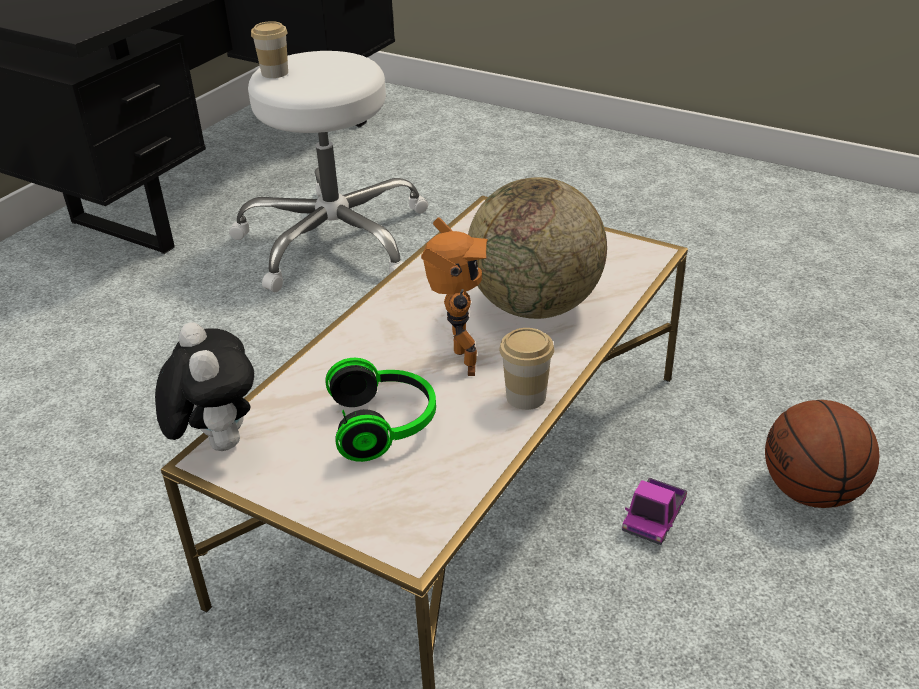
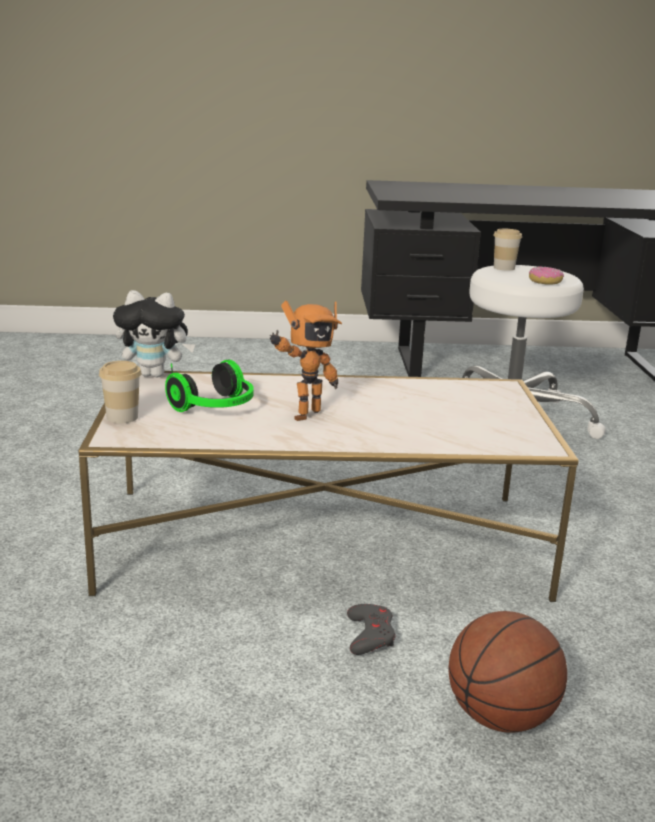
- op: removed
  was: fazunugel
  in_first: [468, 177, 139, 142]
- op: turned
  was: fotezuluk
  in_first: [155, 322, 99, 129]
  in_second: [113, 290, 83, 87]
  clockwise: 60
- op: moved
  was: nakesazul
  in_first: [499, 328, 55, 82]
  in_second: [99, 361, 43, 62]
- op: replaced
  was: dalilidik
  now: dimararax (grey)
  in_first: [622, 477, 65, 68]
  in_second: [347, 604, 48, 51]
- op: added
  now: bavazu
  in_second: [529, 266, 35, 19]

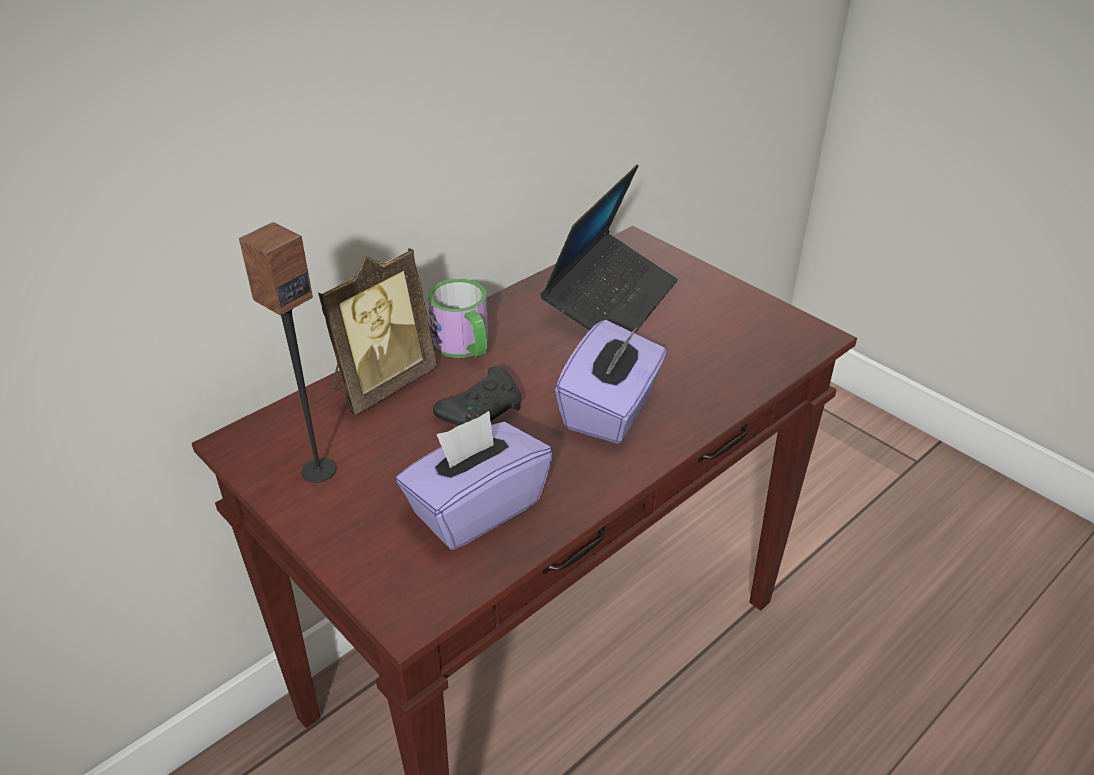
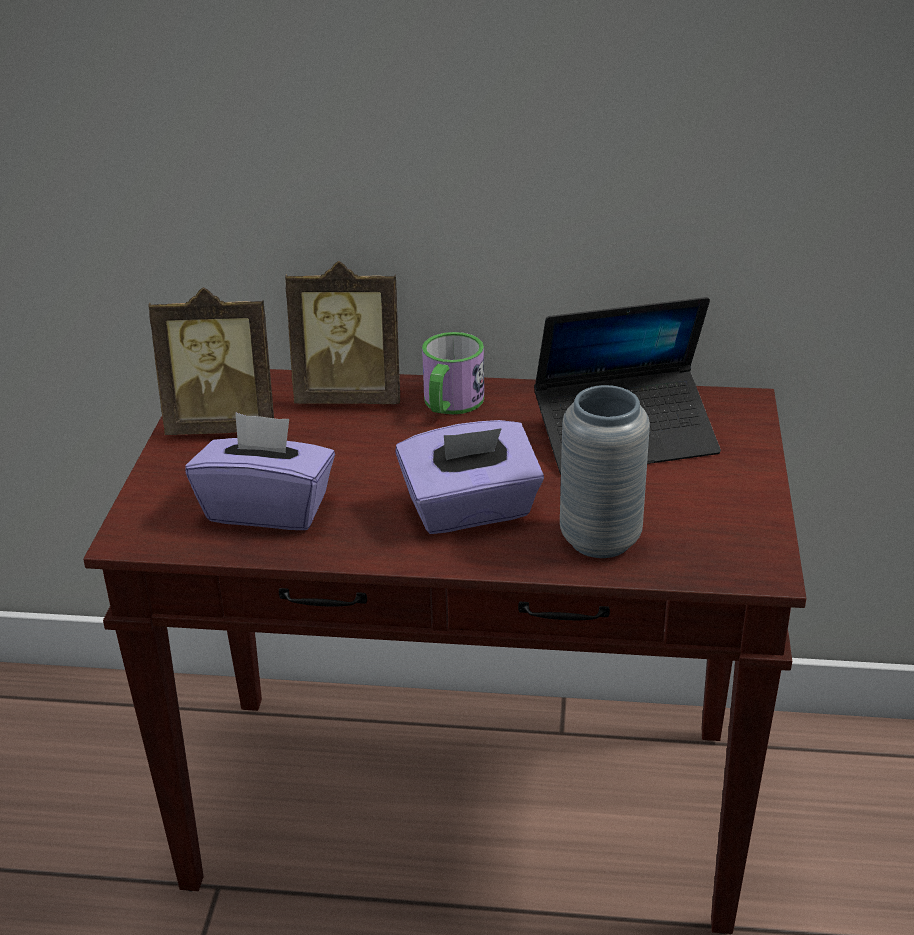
- op: replaced
  was: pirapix
  now: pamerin
  in_first: [239, 222, 98, 261]
  in_second: [148, 287, 126, 148]
- op: removed
  was: dimararax (black)
  in_first: [433, 366, 89, 60]
- op: added
  now: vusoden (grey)
  in_second: [560, 385, 90, 173]

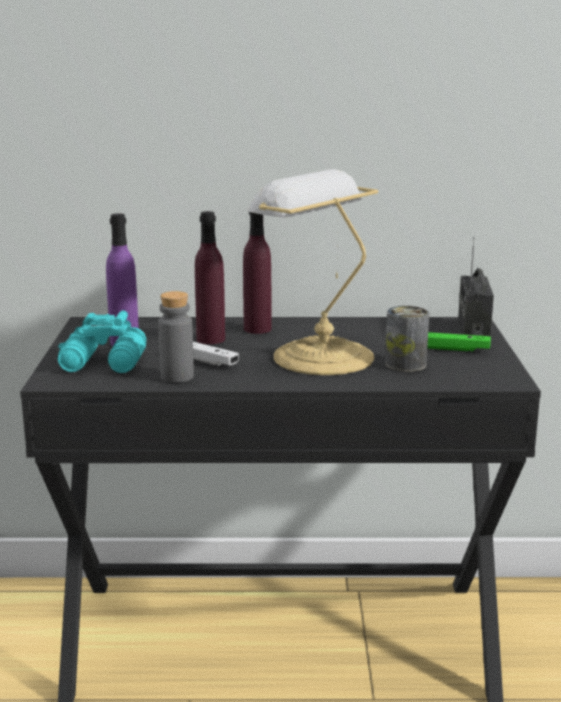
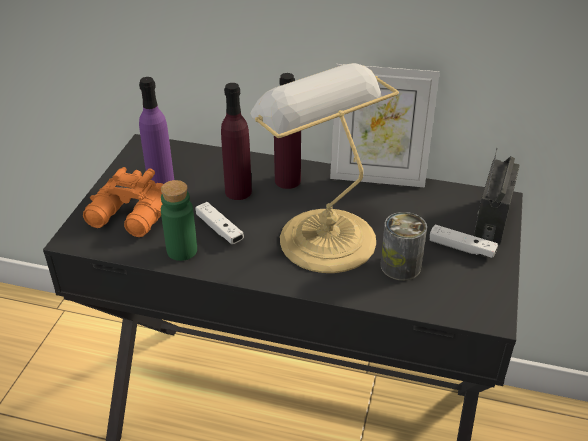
- op: recoloured
  was: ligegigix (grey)
  now: ligegigix (green)
  in_first: [158, 291, 36, 92]
  in_second: [161, 180, 36, 81]
- op: recoloured
  was: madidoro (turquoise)
  now: madidoro (orange)
  in_first: [58, 310, 88, 63]
  in_second: [83, 167, 80, 70]
- op: recoloured
  was: dimararax (green)
  now: dimararax (white)
  in_first: [427, 332, 64, 20]
  in_second: [429, 225, 69, 33]
- op: added
  now: pamerin
  in_second: [330, 64, 110, 124]

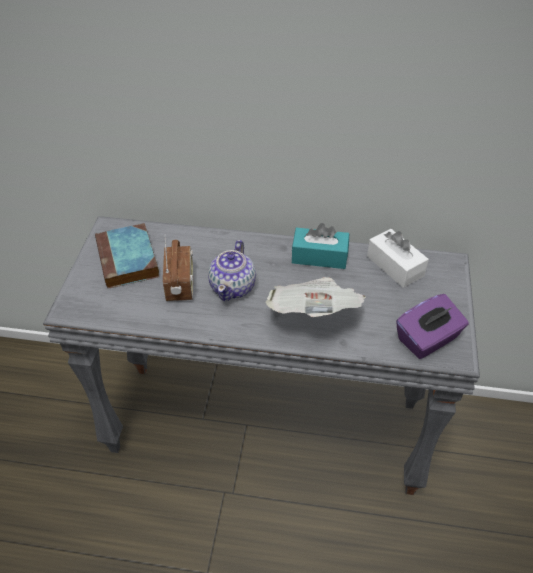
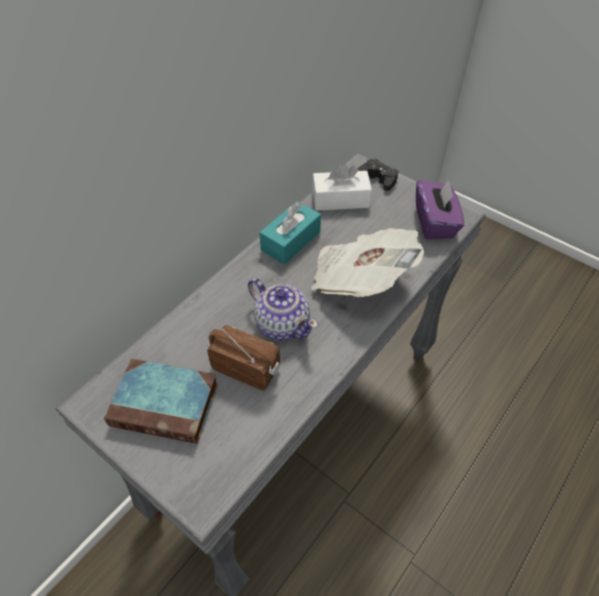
- op: added
  now: dimararax (black)
  in_second: [357, 158, 41, 33]

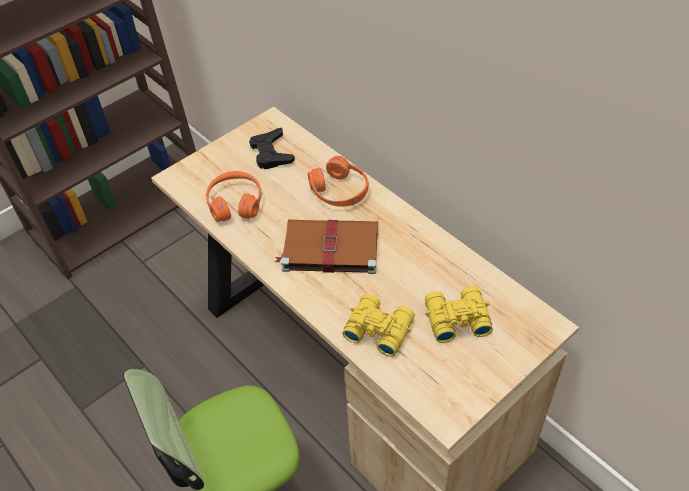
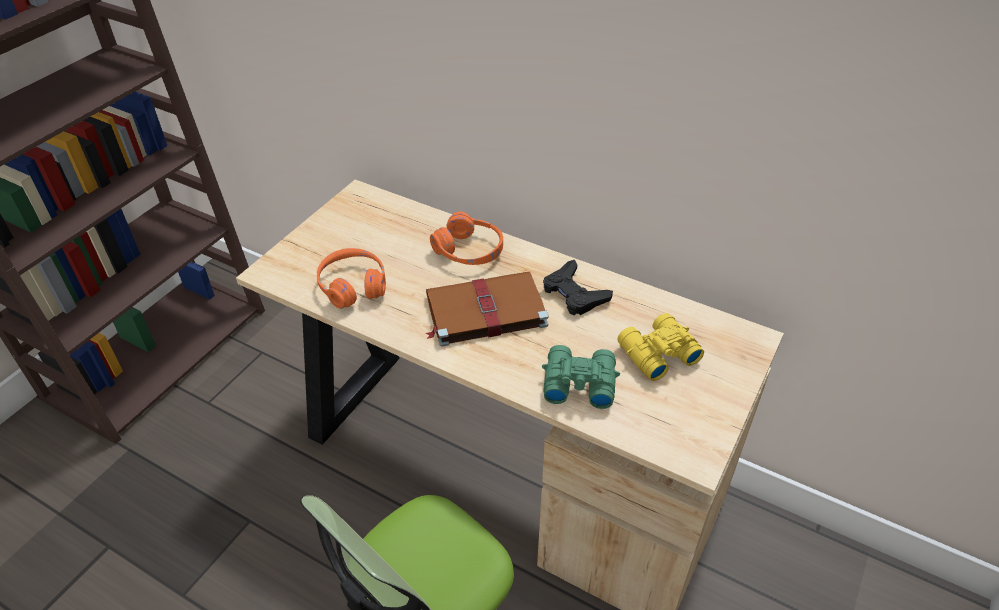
- op: moved
  was: dimararax (black)
  in_first: [249, 128, 46, 41]
  in_second: [543, 260, 70, 55]
- op: recoloured
  was: madidoro (yellow)
  now: madidoro (green)
  in_first: [342, 294, 73, 63]
  in_second: [542, 345, 78, 64]

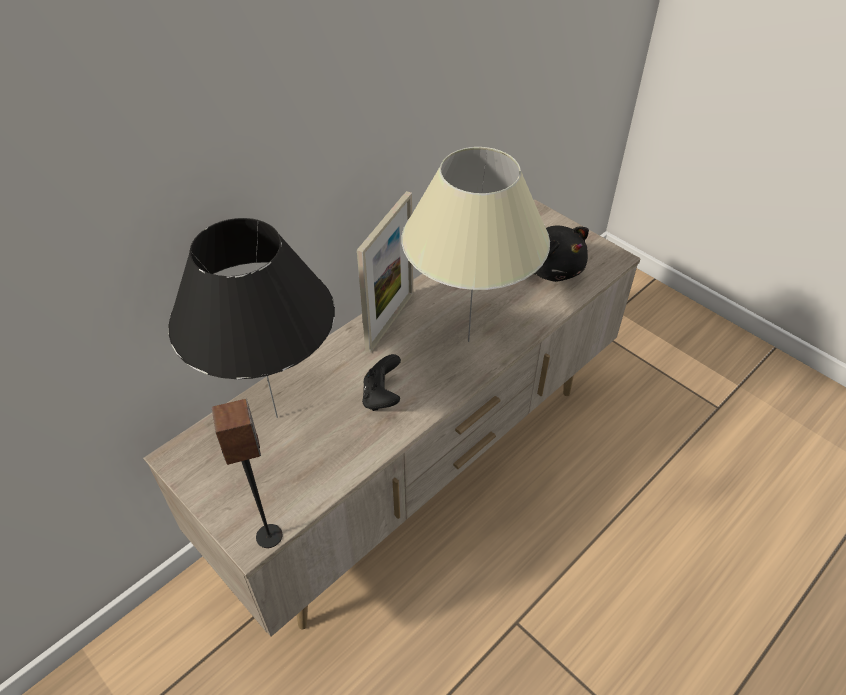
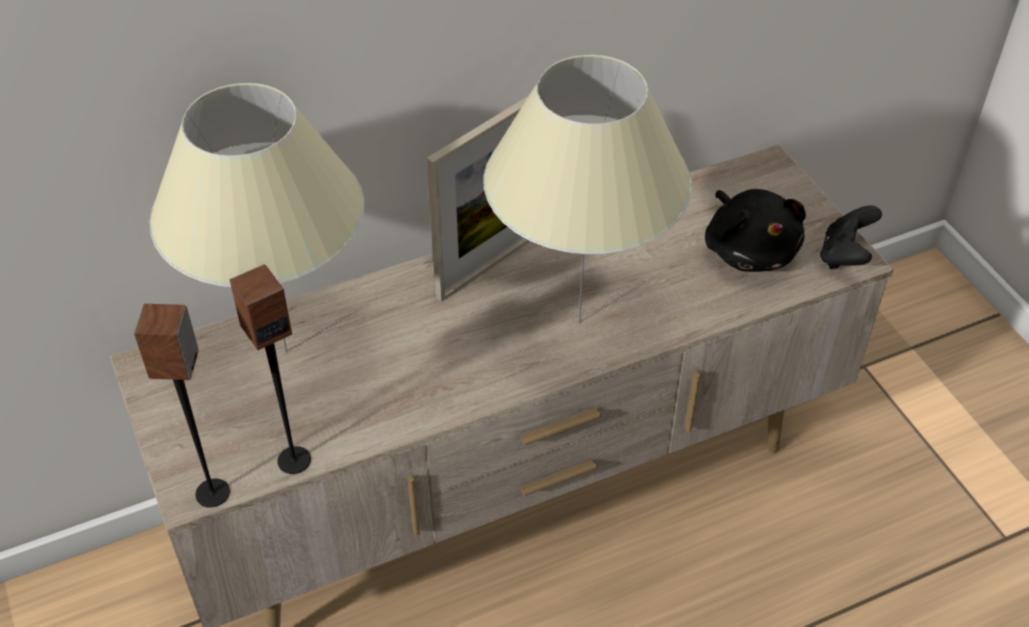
- op: recoloured
  was: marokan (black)
  now: marokan (beige)
  in_first: [168, 218, 167, 200]
  in_second: [149, 83, 215, 270]
- op: moved
  was: dimararax (black)
  in_first: [362, 354, 39, 57]
  in_second: [820, 205, 62, 64]
- op: added
  now: pirapix
  in_second: [229, 264, 82, 210]

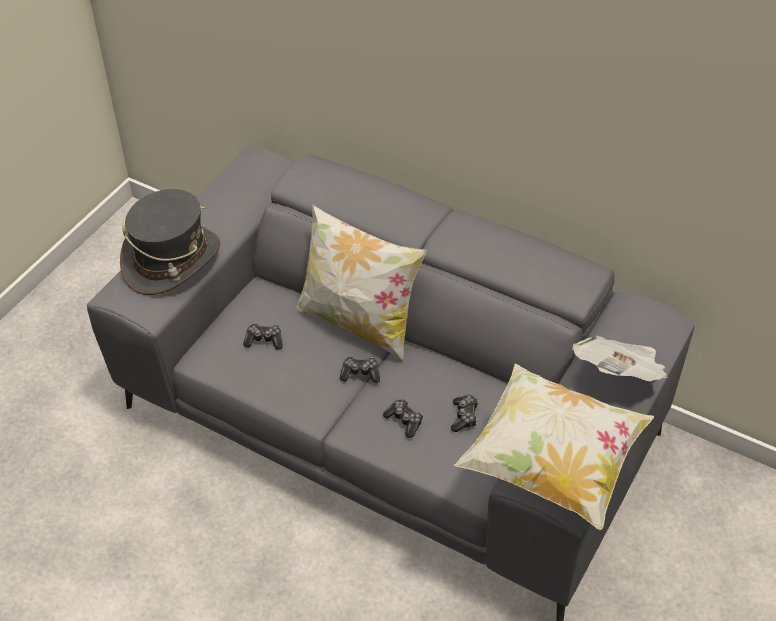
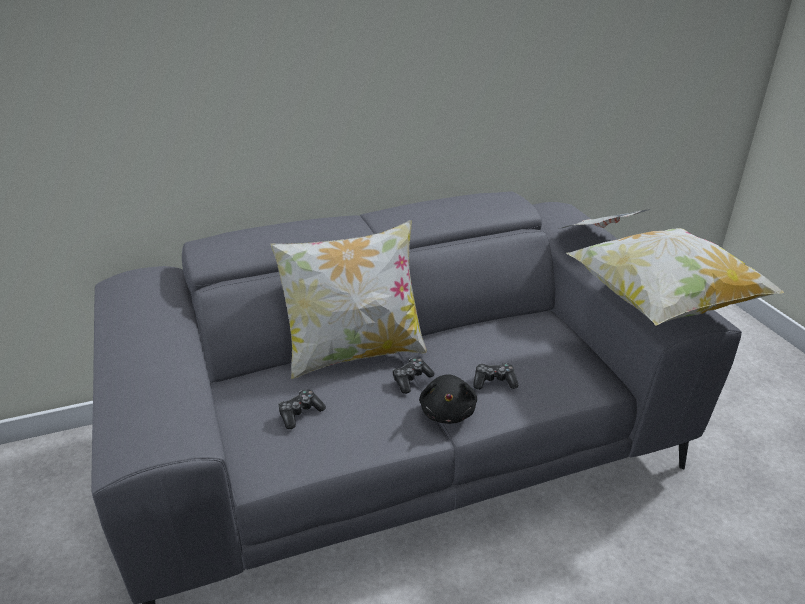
- op: removed
  was: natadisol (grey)
  in_first: [120, 189, 100, 106]
- op: removed
  was: dimararax
  in_first: [451, 395, 28, 37]
- op: added
  now: fotezuluk (black)
  in_second: [419, 374, 58, 50]

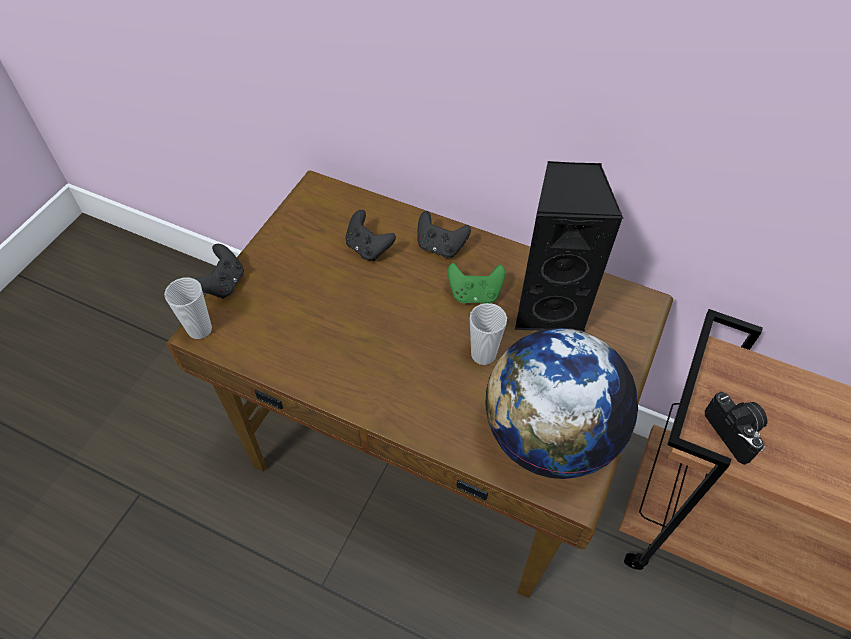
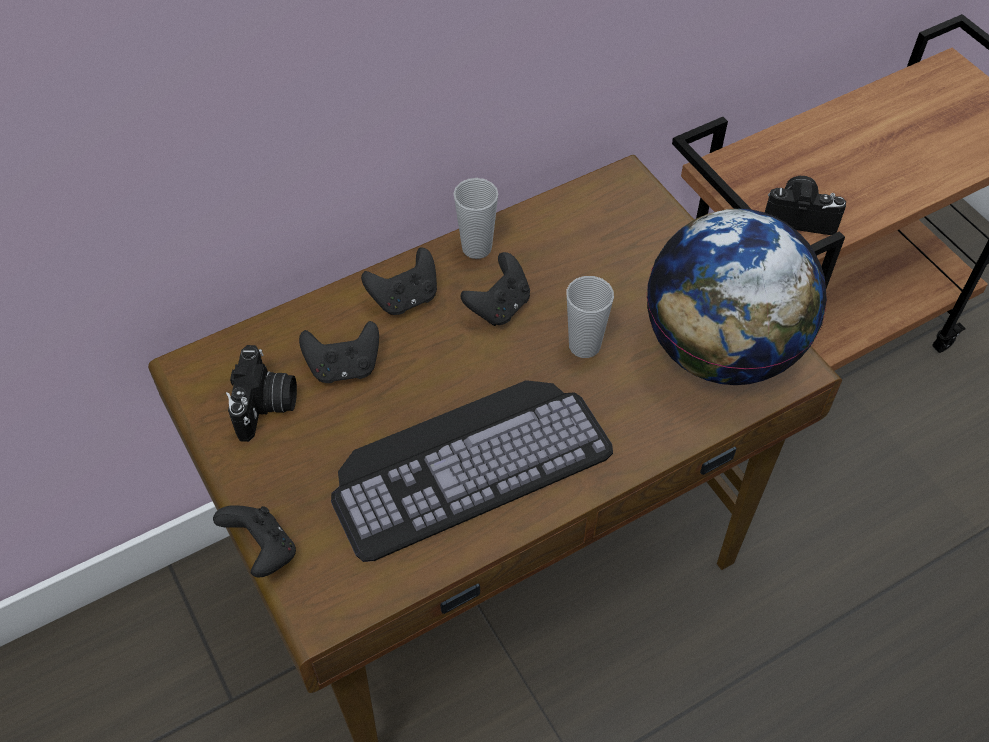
- op: removed
  was: pirapix (black)
  in_first: [515, 161, 109, 171]
- op: recoloured
  was: dimararax (green)
  now: dimararax (black)
  in_first: [448, 263, 57, 41]
  in_second: [461, 252, 69, 74]
- op: moved
  was: nakesazul
  in_first: [164, 278, 48, 61]
  in_second: [453, 178, 45, 81]
- op: added
  now: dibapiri
  in_second: [226, 345, 71, 97]
- op: added
  now: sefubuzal
  in_second: [331, 380, 282, 182]

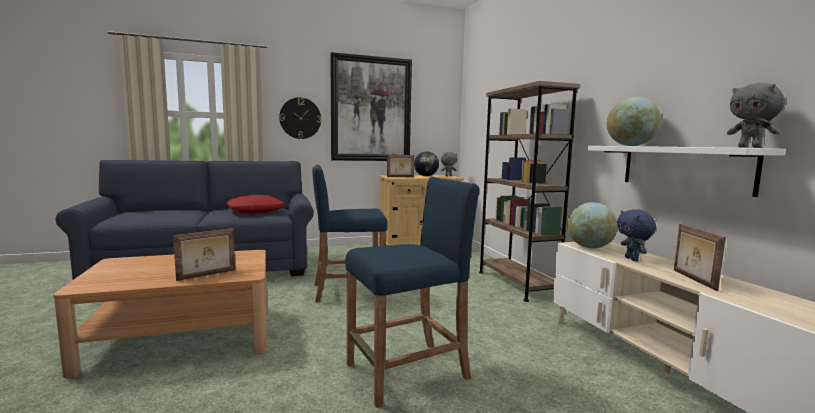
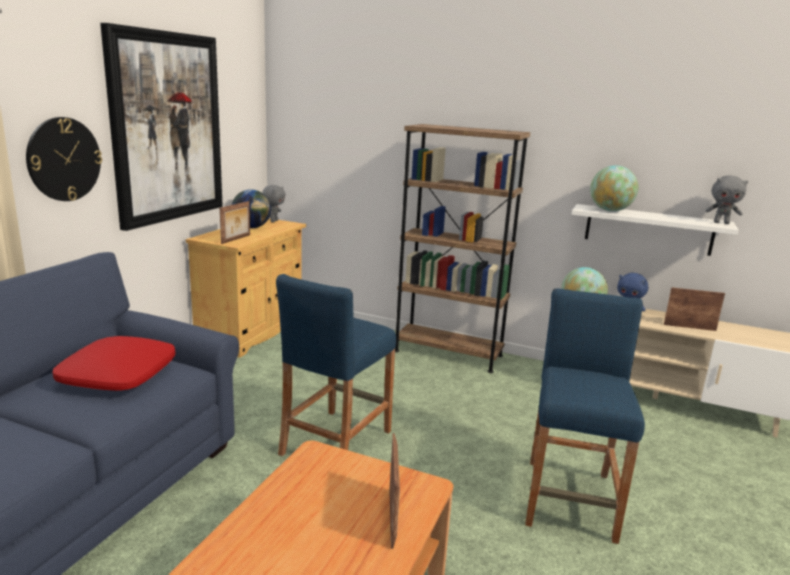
- op: turned
  was: pamerin
  in_first: [674, 224, 52, 67]
  in_second: [664, 287, 61, 44]
  clockwise: 150

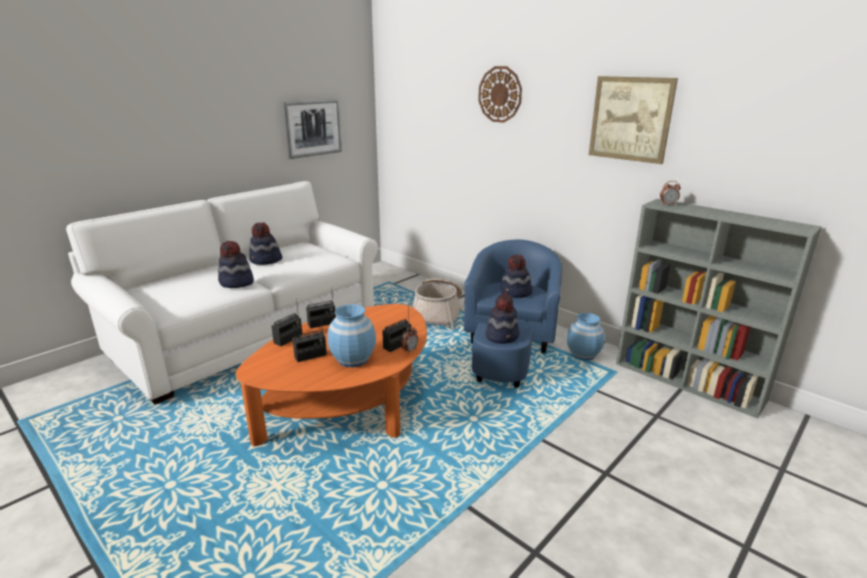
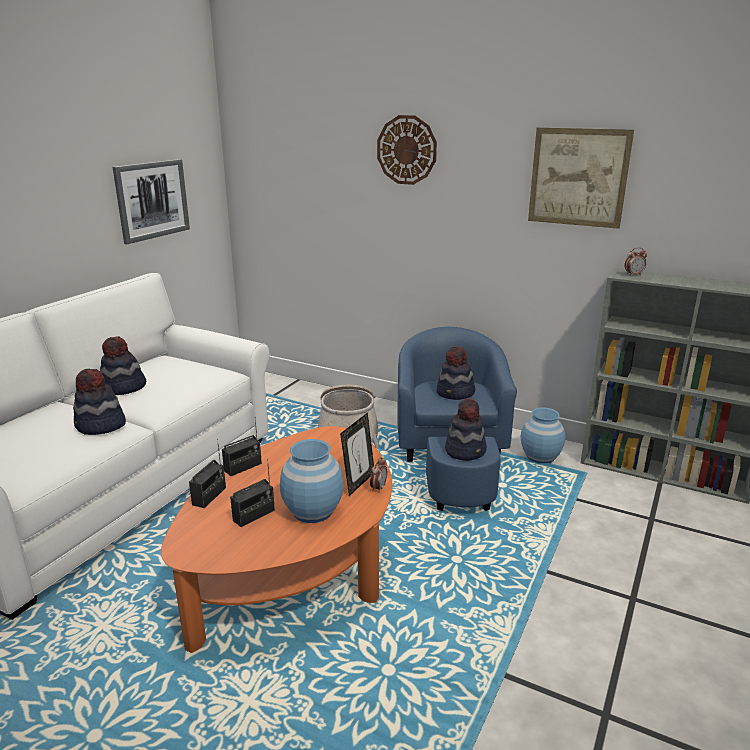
- op: replaced
  was: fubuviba
  now: pamerin
  in_first: [382, 304, 29, 48]
  in_second: [340, 413, 34, 83]

